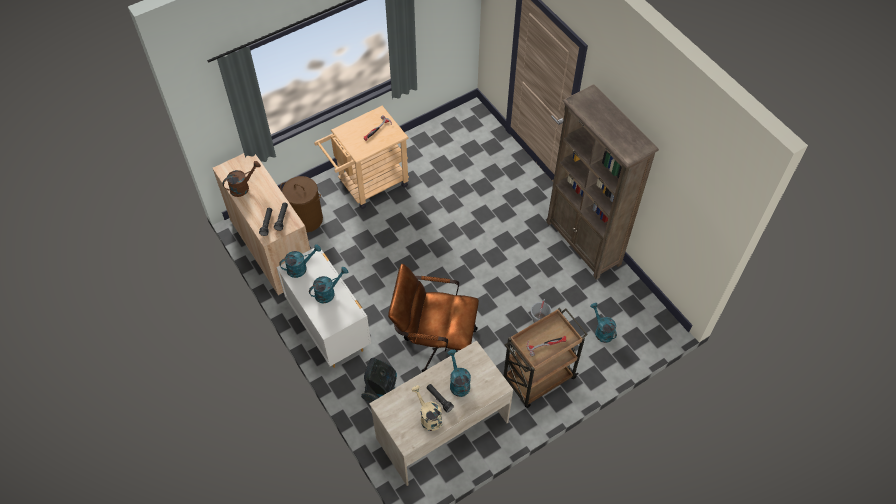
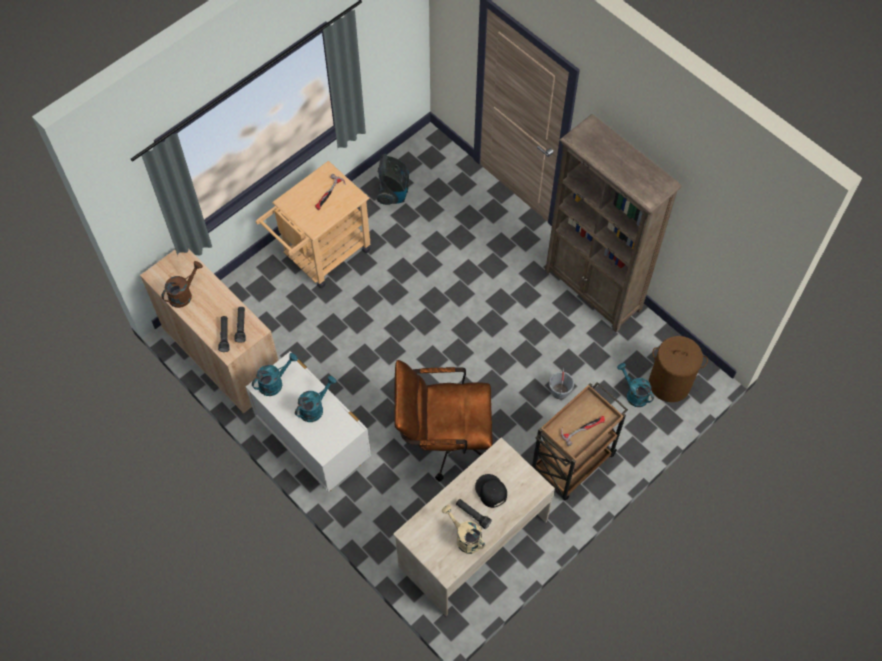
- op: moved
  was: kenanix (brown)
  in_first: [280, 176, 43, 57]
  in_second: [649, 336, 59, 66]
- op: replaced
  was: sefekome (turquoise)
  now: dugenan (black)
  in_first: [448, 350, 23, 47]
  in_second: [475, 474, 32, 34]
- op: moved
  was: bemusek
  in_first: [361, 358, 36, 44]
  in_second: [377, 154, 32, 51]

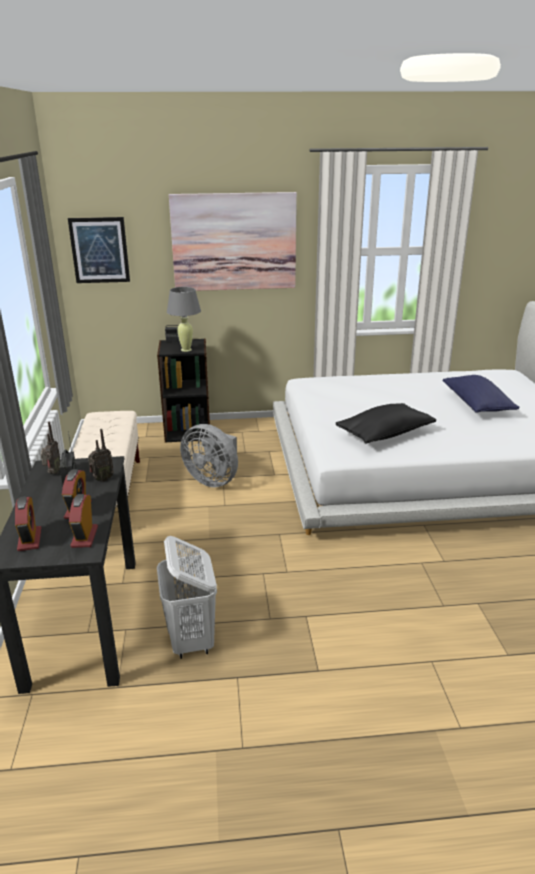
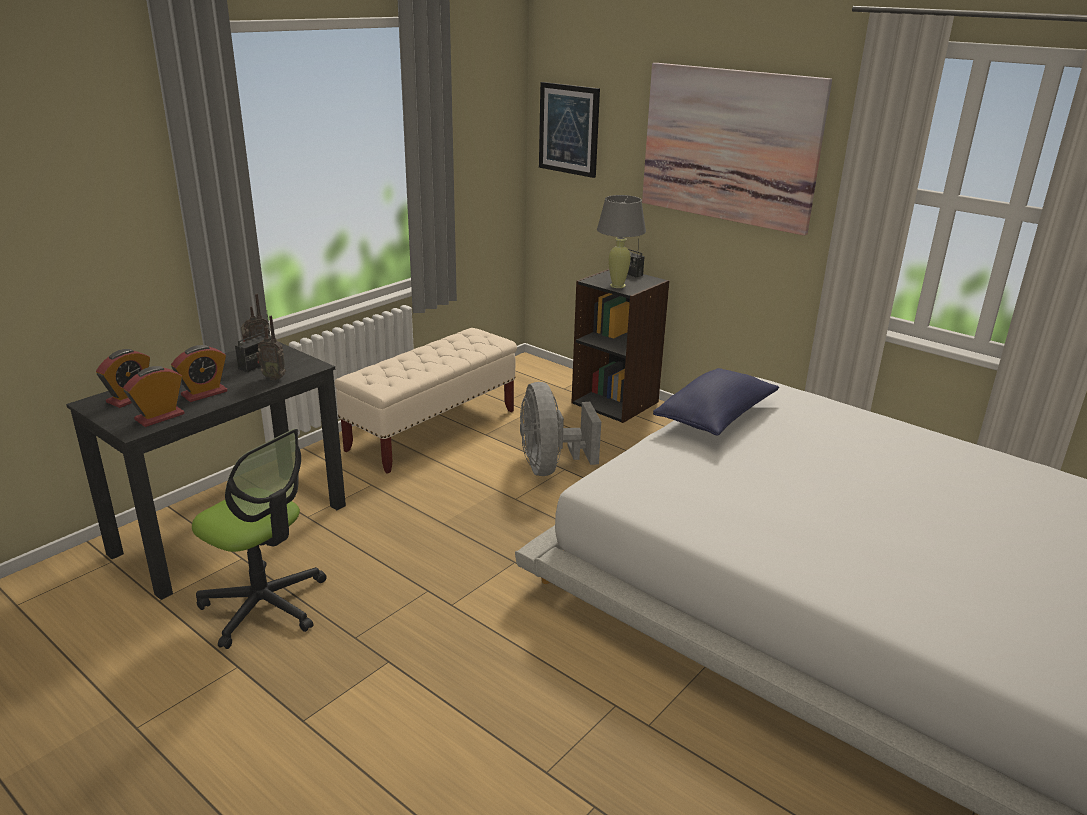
- op: moved
  was: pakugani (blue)
  in_first: [443, 375, 77, 38]
  in_second: [653, 368, 126, 68]
- op: removed
  was: pakugani (black)
  in_first: [336, 403, 100, 41]
- op: replaced
  was: kenanix (white)
  now: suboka
  in_first: [157, 536, 60, 123]
  in_second: [192, 429, 135, 220]

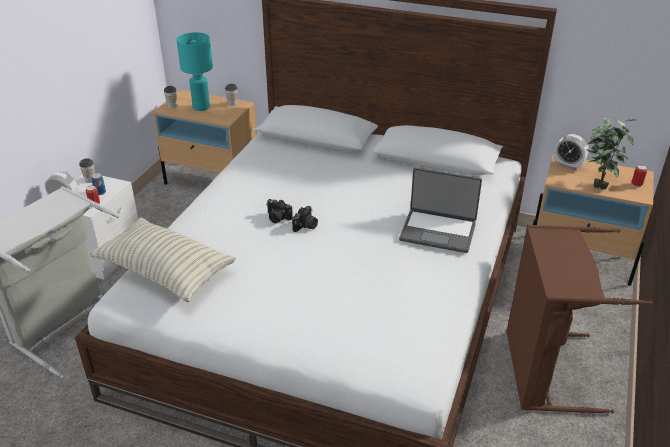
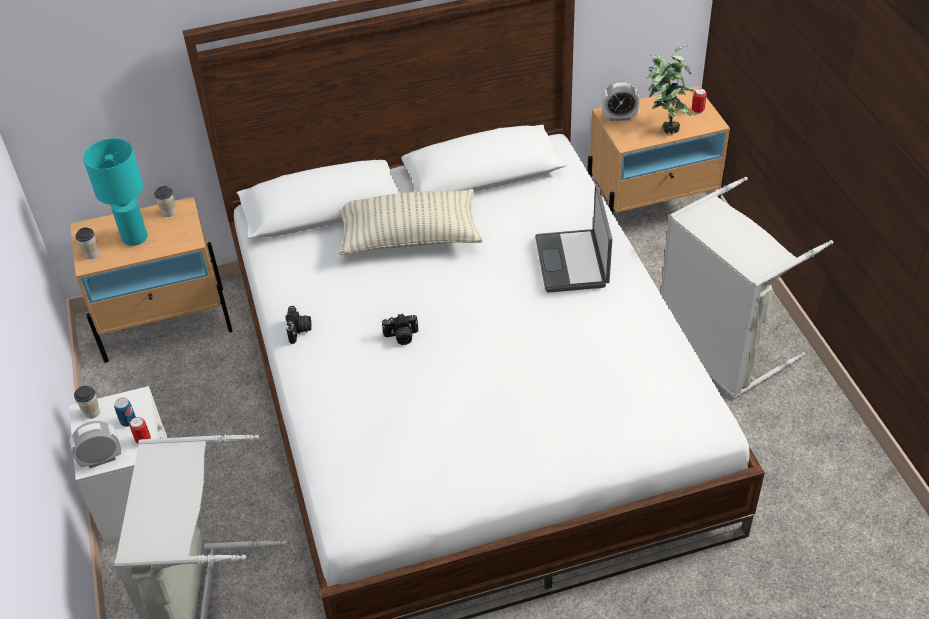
- op: turned
  was: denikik
  in_first: [399, 168, 83, 85]
  in_second: [535, 185, 77, 108]
  clockwise: 105
- op: moved
  was: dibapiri
  in_first: [292, 206, 26, 26]
  in_second: [285, 306, 27, 38]
- op: moved
  was: pakugani
  in_first: [89, 217, 147, 85]
  in_second: [339, 189, 144, 66]
- op: recoloured
  was: kenanix (brown)
  now: kenanix (grey)
  in_first: [506, 225, 147, 188]
  in_second: [661, 177, 172, 222]

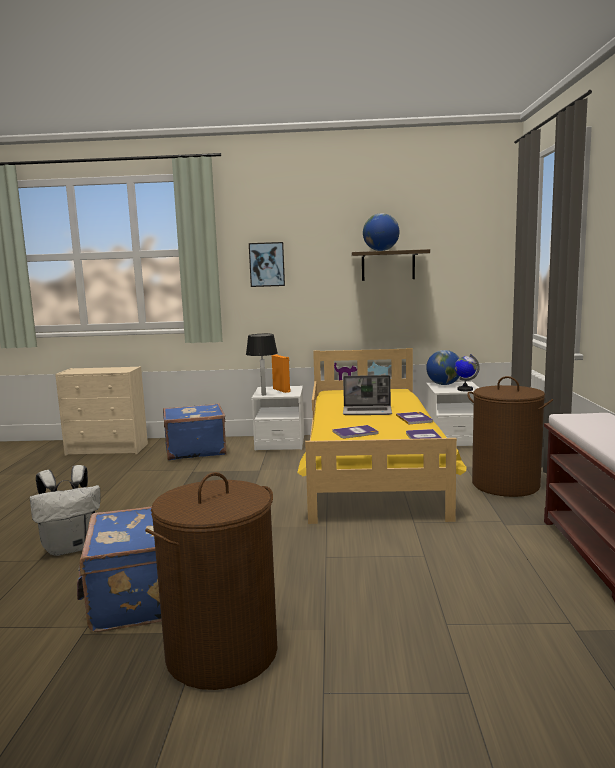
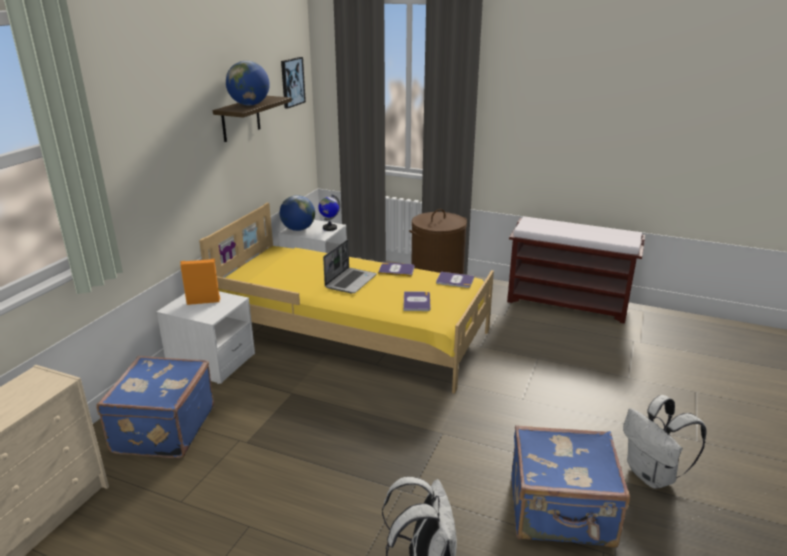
- op: moved
  was: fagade
  in_first: [249, 242, 36, 45]
  in_second: [281, 57, 25, 52]
- op: removed
  was: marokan
  in_first: [246, 334, 32, 61]
- op: replaced
  was: kenanix (brown)
  now: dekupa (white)
  in_first: [145, 472, 132, 218]
  in_second: [623, 395, 83, 94]

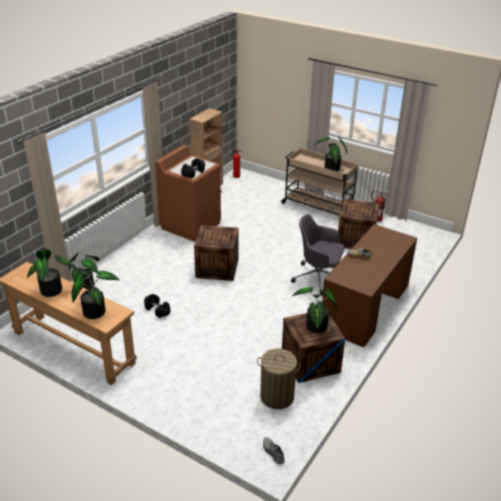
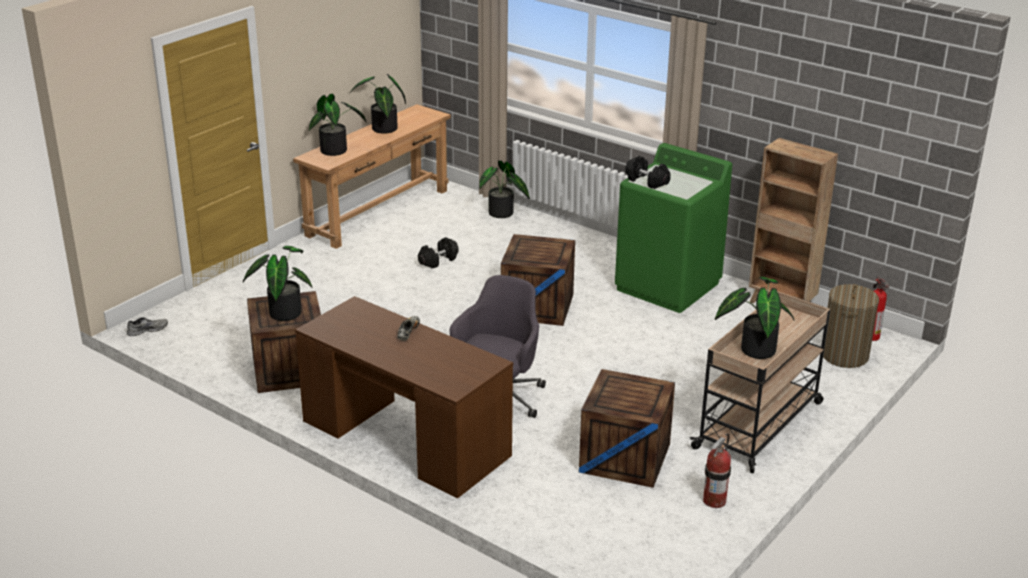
- op: recoloured
  was: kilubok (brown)
  now: kilubok (green)
  in_first: [155, 145, 66, 97]
  in_second: [615, 143, 117, 170]
- op: moved
  was: kenanix
  in_first: [257, 348, 44, 61]
  in_second: [823, 284, 56, 84]

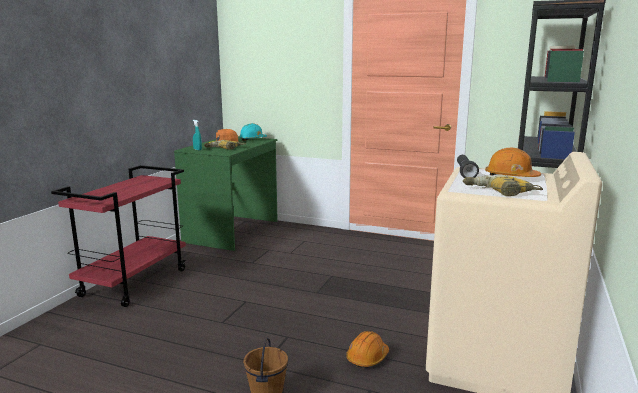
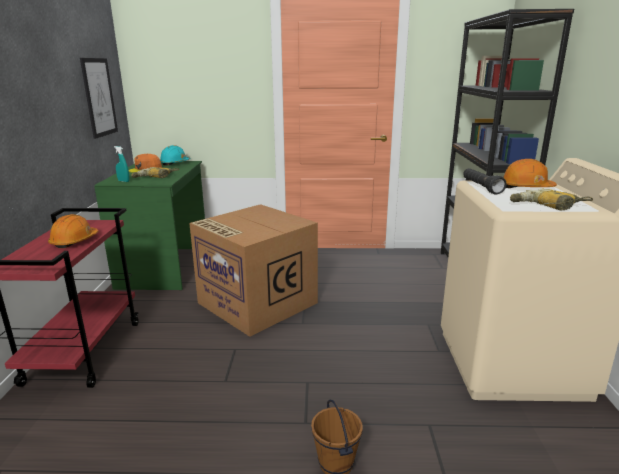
- op: moved
  was: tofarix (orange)
  in_first: [346, 331, 43, 37]
  in_second: [48, 214, 50, 34]
- op: added
  now: fagade
  in_second: [80, 58, 38, 81]
- op: added
  now: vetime
  in_second: [189, 204, 129, 133]

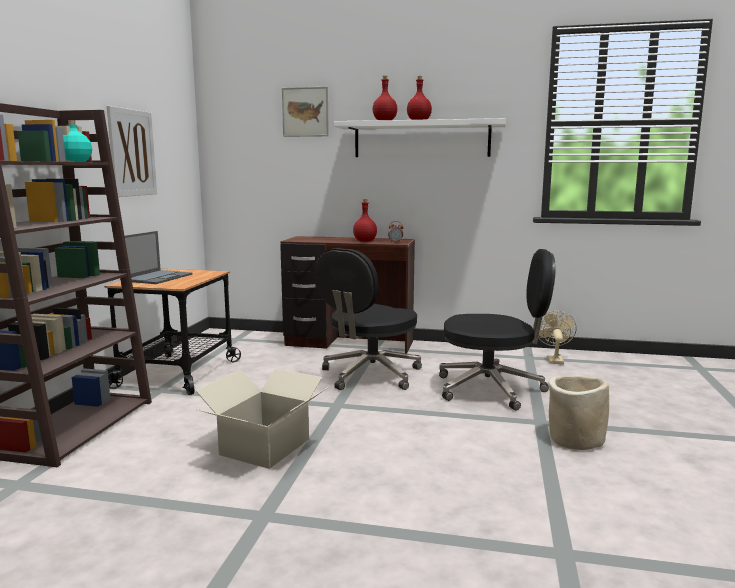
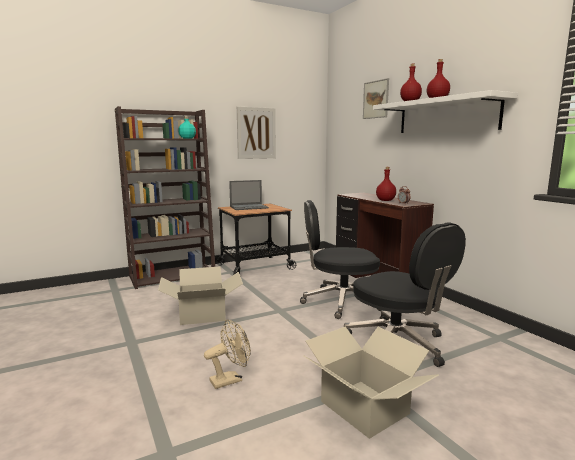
- op: moved
  was: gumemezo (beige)
  in_first: [538, 311, 39, 53]
  in_second: [204, 319, 47, 70]
- op: replaced
  was: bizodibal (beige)
  now: vetime
  in_first: [549, 375, 60, 75]
  in_second: [303, 327, 136, 112]

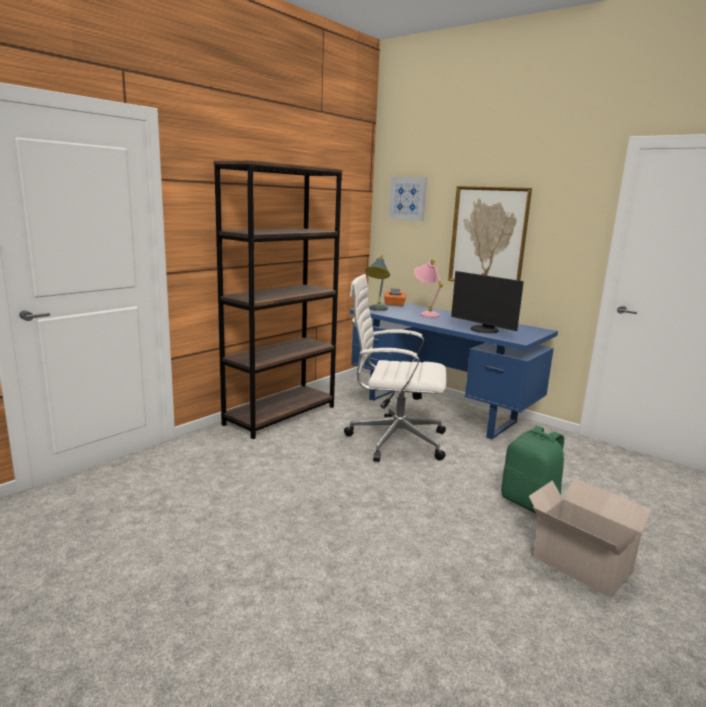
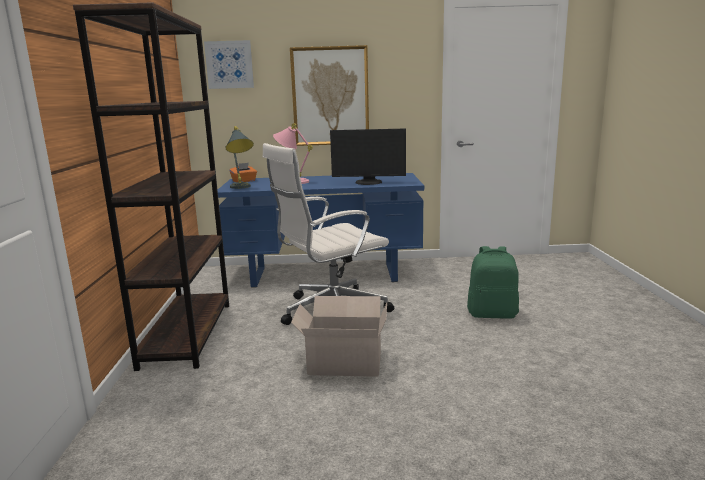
- op: moved
  was: vetime
  in_first: [529, 478, 125, 120]
  in_second: [291, 296, 96, 81]

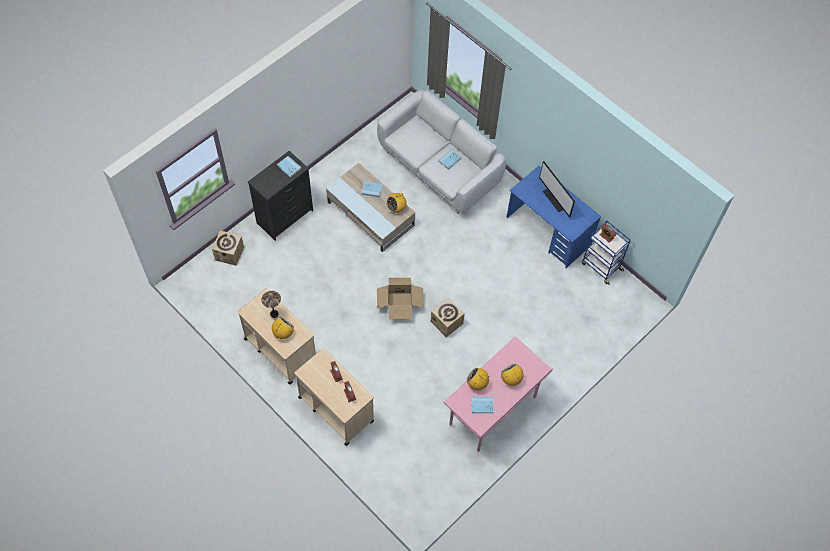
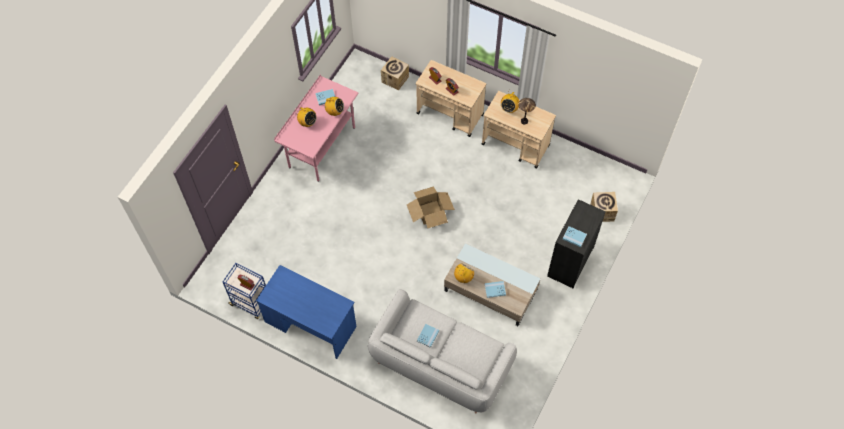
- op: removed
  was: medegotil
  in_first: [539, 161, 36, 56]
- op: moved
  was: vetime
  in_first: [431, 298, 34, 39]
  in_second: [381, 56, 28, 35]

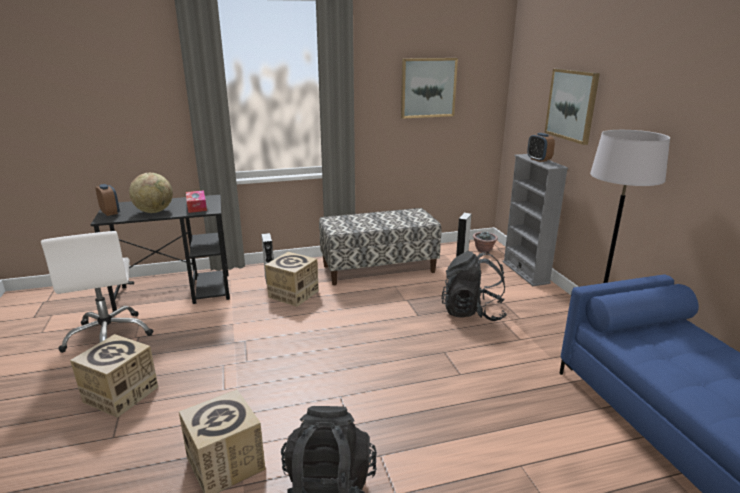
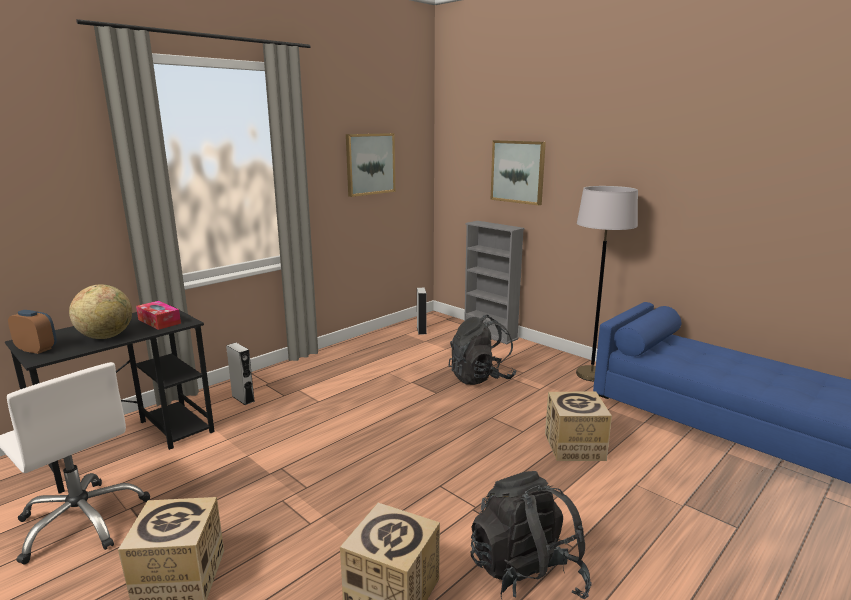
- op: removed
  was: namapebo
  in_first: [527, 133, 28, 29]
- op: removed
  was: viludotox
  in_first: [319, 208, 123, 77]
- op: removed
  was: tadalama
  in_first: [473, 232, 25, 21]
- op: moved
  was: vetime
  in_first: [265, 252, 54, 55]
  in_second: [545, 392, 67, 69]

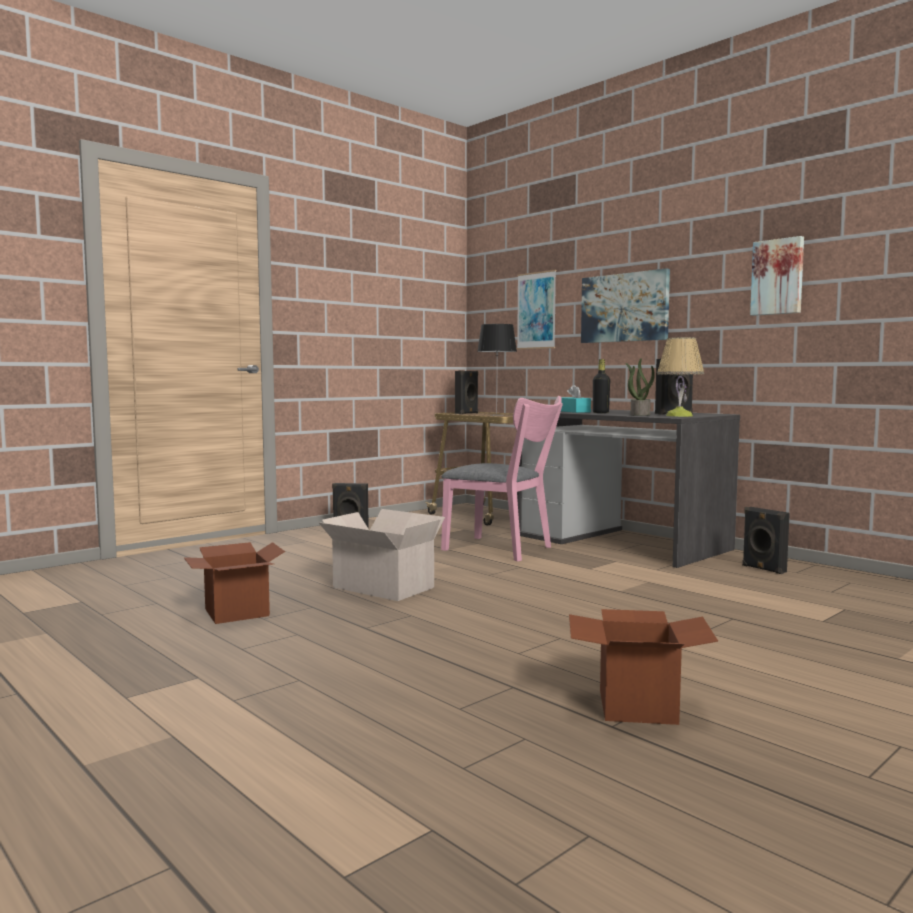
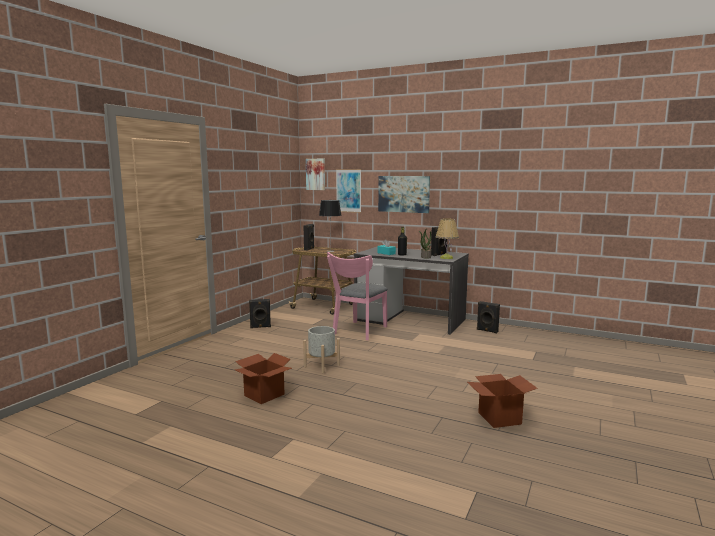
- op: moved
  was: fagade
  in_first: [750, 236, 54, 80]
  in_second: [306, 159, 19, 31]
- op: turned
  was: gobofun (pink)
  in_first: [441, 396, 122, 165]
  in_second: [327, 252, 61, 88]
  clockwise: 105
- op: replaced
  was: vetime
  now: bizodibal (grey)
  in_first: [318, 509, 127, 92]
  in_second: [303, 326, 37, 47]

